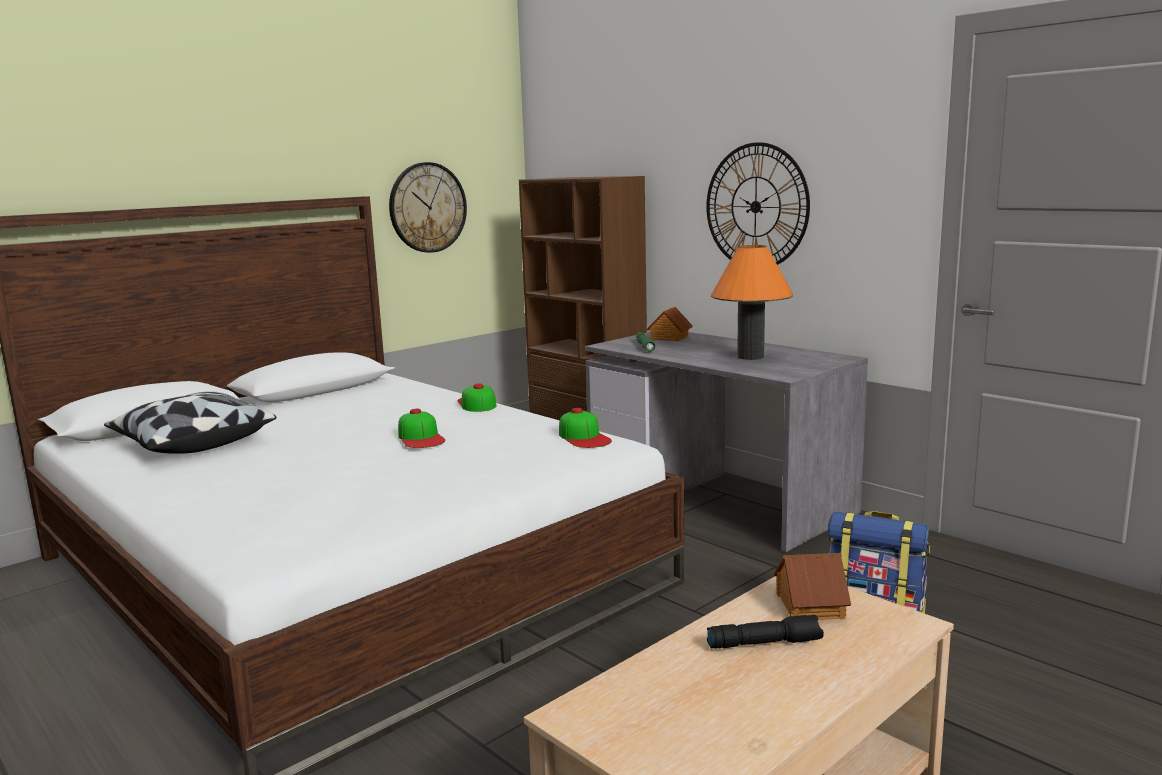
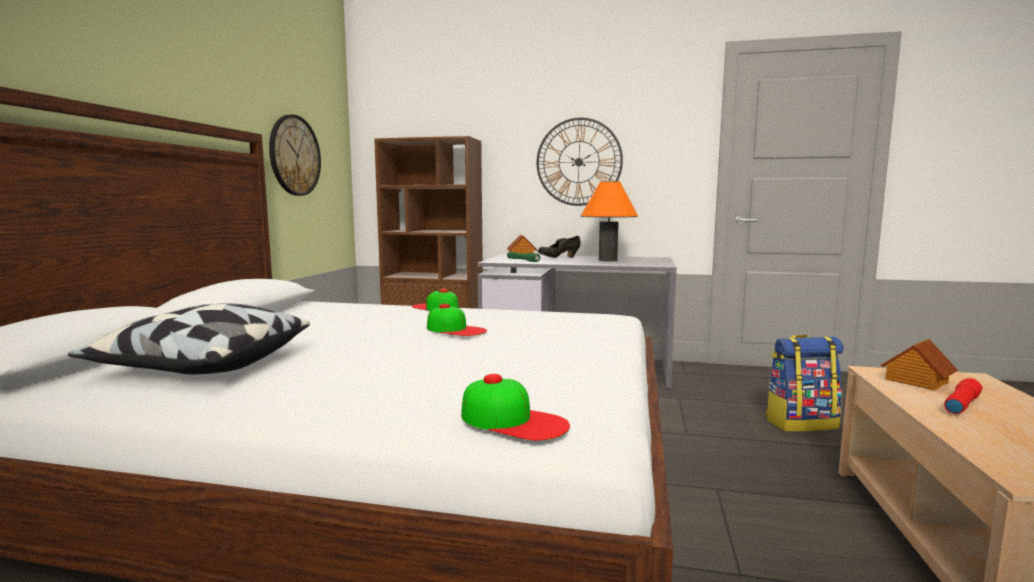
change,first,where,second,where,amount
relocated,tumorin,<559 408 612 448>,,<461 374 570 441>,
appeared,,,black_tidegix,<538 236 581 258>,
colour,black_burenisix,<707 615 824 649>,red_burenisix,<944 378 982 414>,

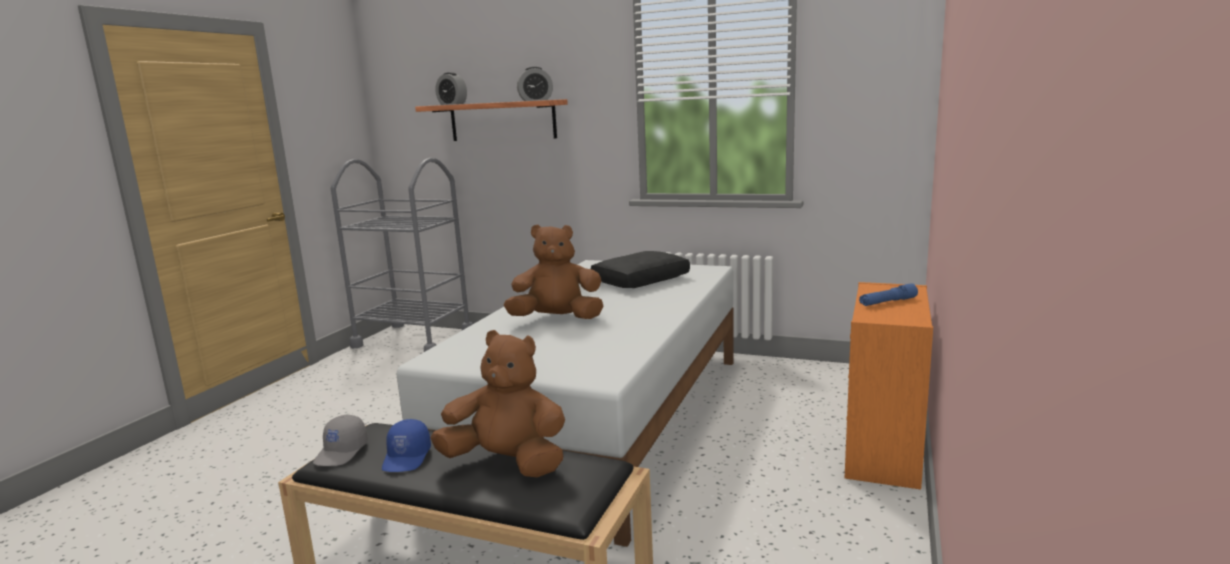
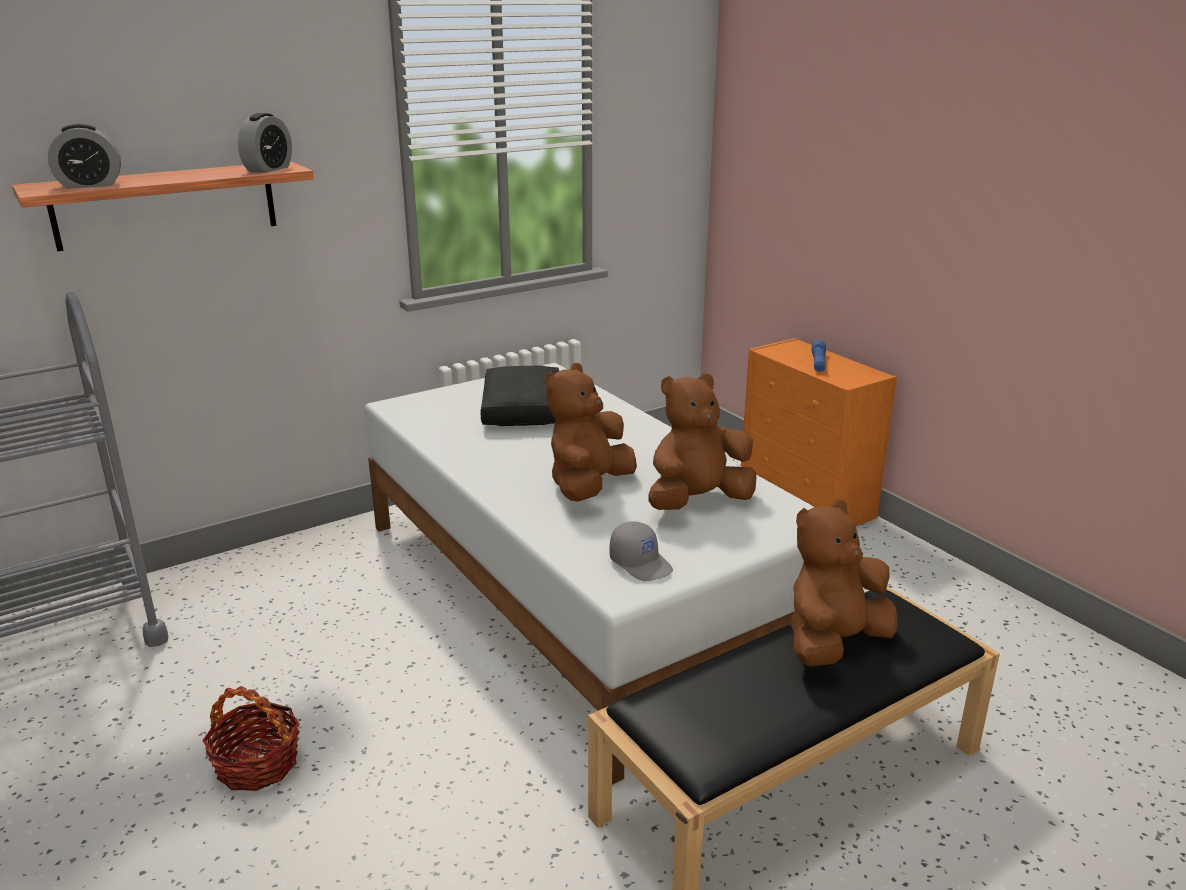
change,first,where,second,where,amount
appeared,,,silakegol,<202 686 300 791>,
relocated,grey_tumorin,<313 415 368 466>,,<609 521 673 581>,
appeared,,,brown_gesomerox,<648 373 756 510>,
missing,blue_tumorin,<382 419 431 472>,,,

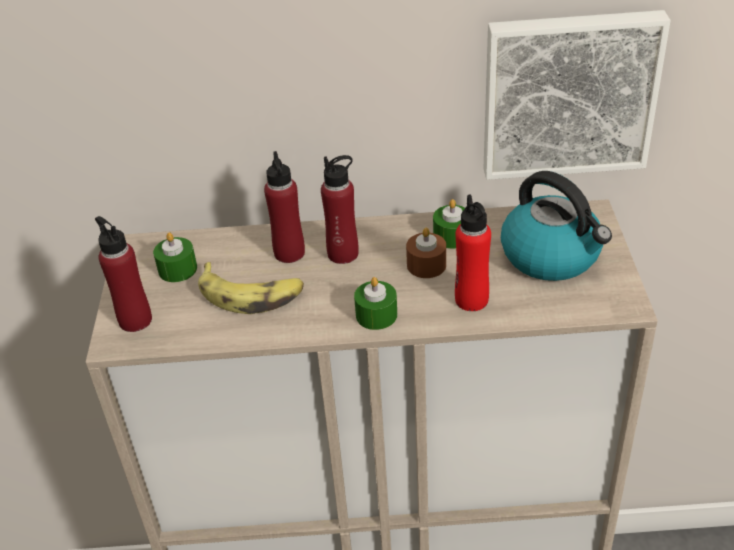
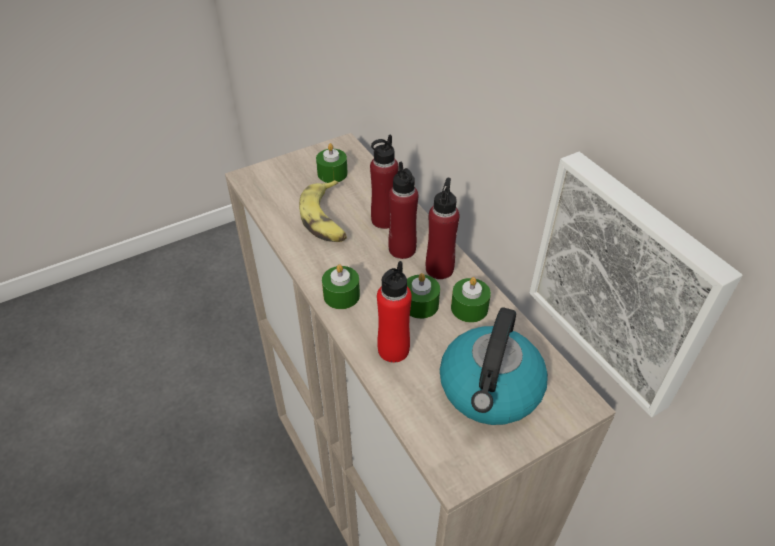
change,first,where,second,where,amount
colour,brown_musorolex,<406 228 446 278>,green_musorolex,<407 273 440 319>,
relocated,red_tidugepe,<95 216 152 332>,,<426 178 460 279>,

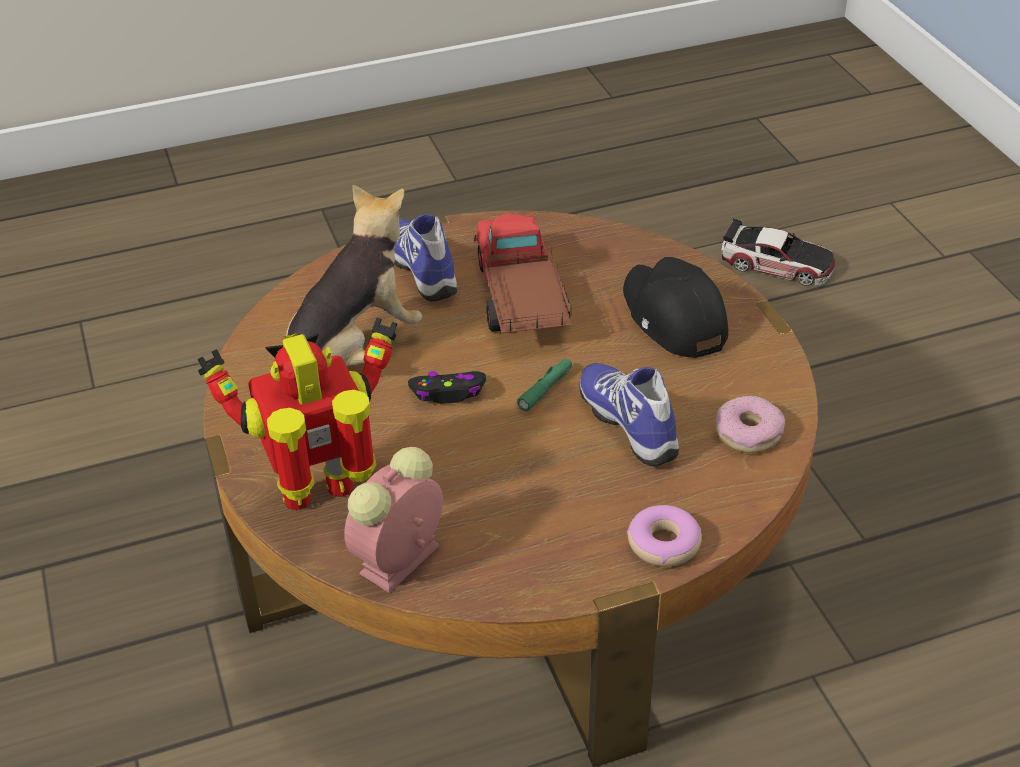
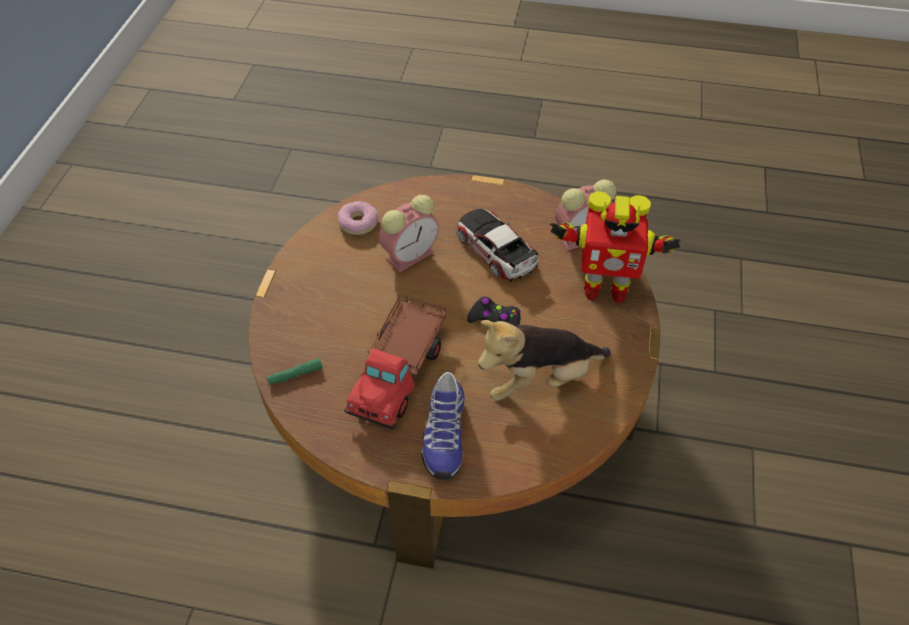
change,first,where,second,where,amount
relocated,green_burenisix,<517 358 572 411>,,<267 358 323 384>,
exchanged,tidegix,<579 363 679 467>,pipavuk,<379 195 439 273>,
relocated,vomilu,<721 219 835 286>,,<456 209 539 282>,
missing,black_tumorin,<623 257 728 358>,,,
missing,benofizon,<627 505 702 567>,,,

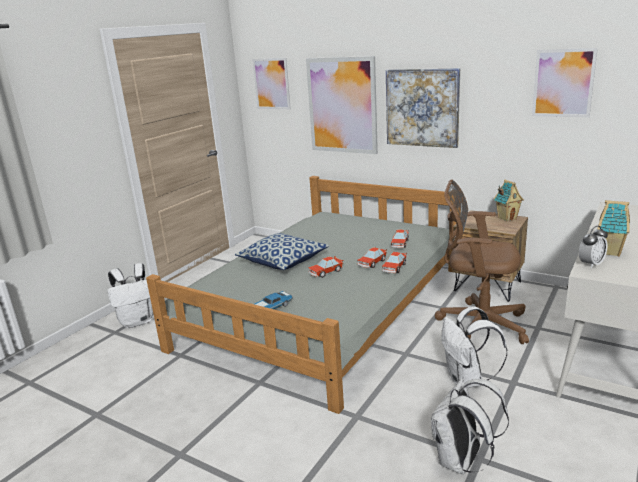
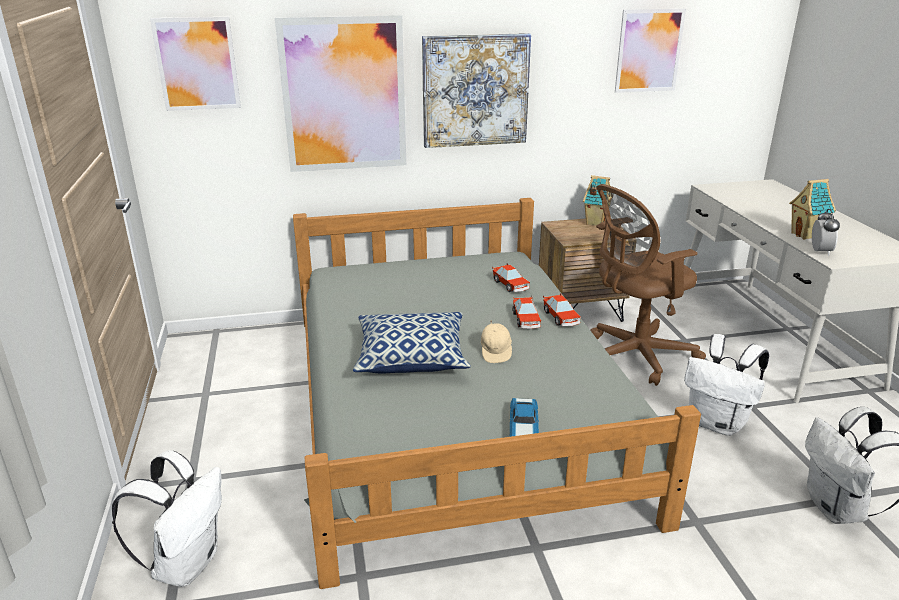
change,first,where,second,where,amount
exchanged,vomilu,<308 256 343 278>,beige_tumorin,<481 320 512 363>,

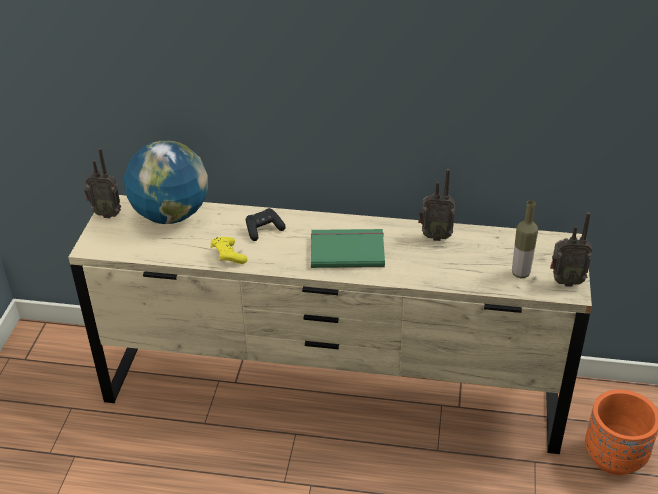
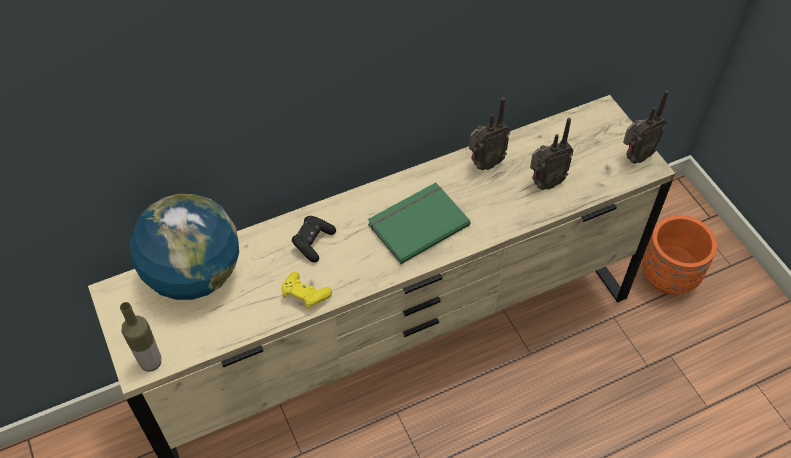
change,first,where,second,where,amount
relocated,tidugepe,<512 200 538 278>,,<120 302 161 372>,
relocated,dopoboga,<84 148 121 218>,,<530 118 573 190>,

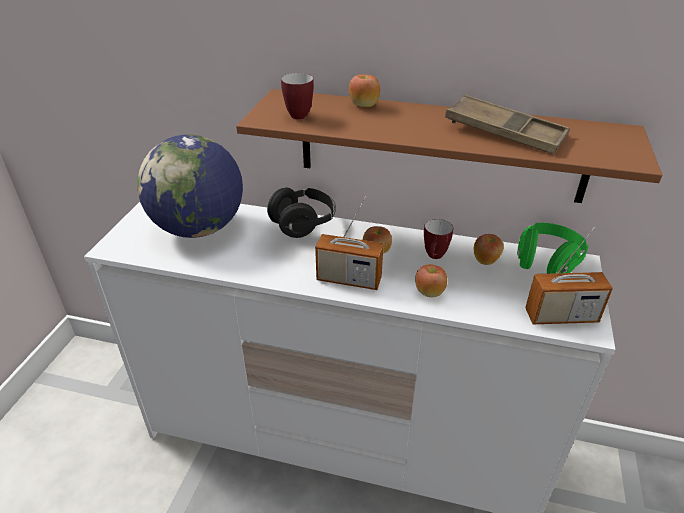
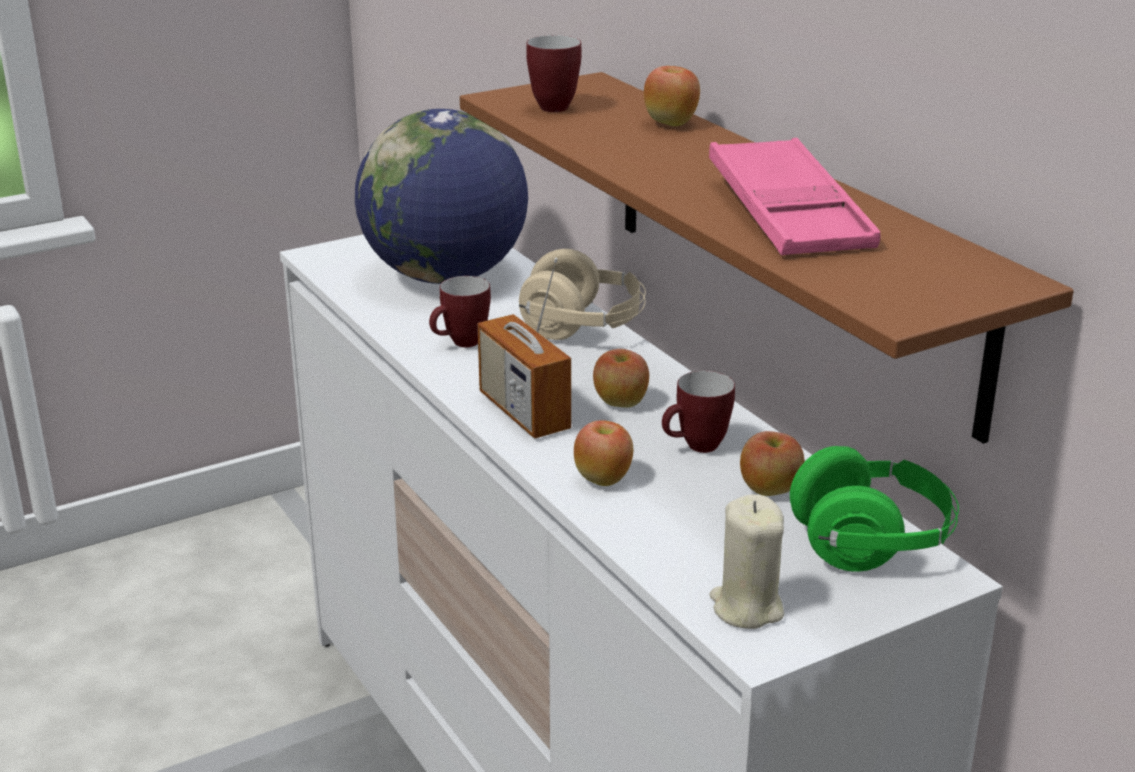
change,first,where,second,where,amount
appeared,,,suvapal,<429 276 491 347>,
colour,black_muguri,<267 187 336 238>,beige_muguri,<519 249 646 340>,
colour,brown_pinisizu,<445 95 570 154>,pink_pinisizu,<709 138 880 255>,
exchanged,dopoboga,<525 227 613 324>,beige_musorolex,<709 495 784 629>,

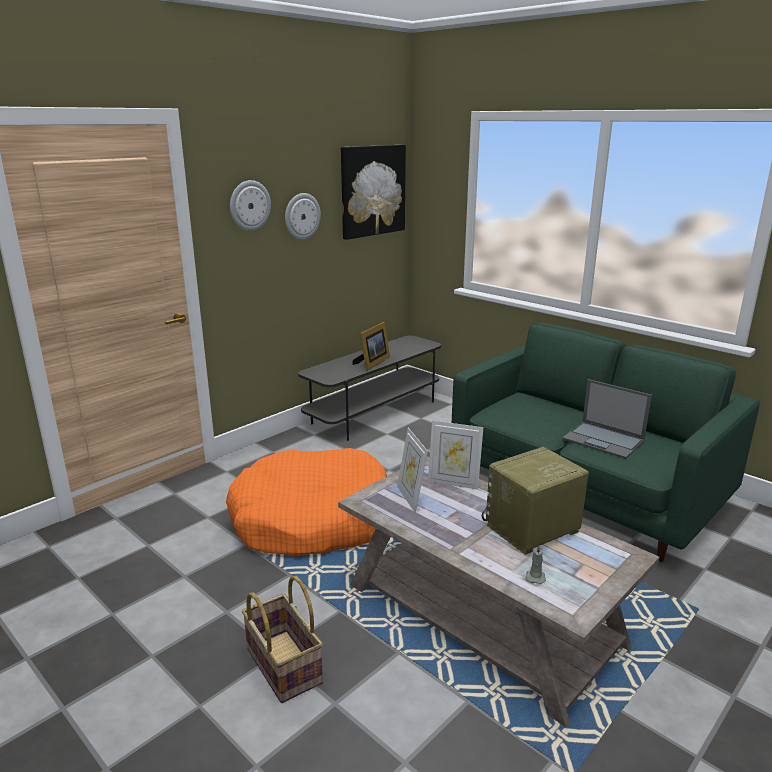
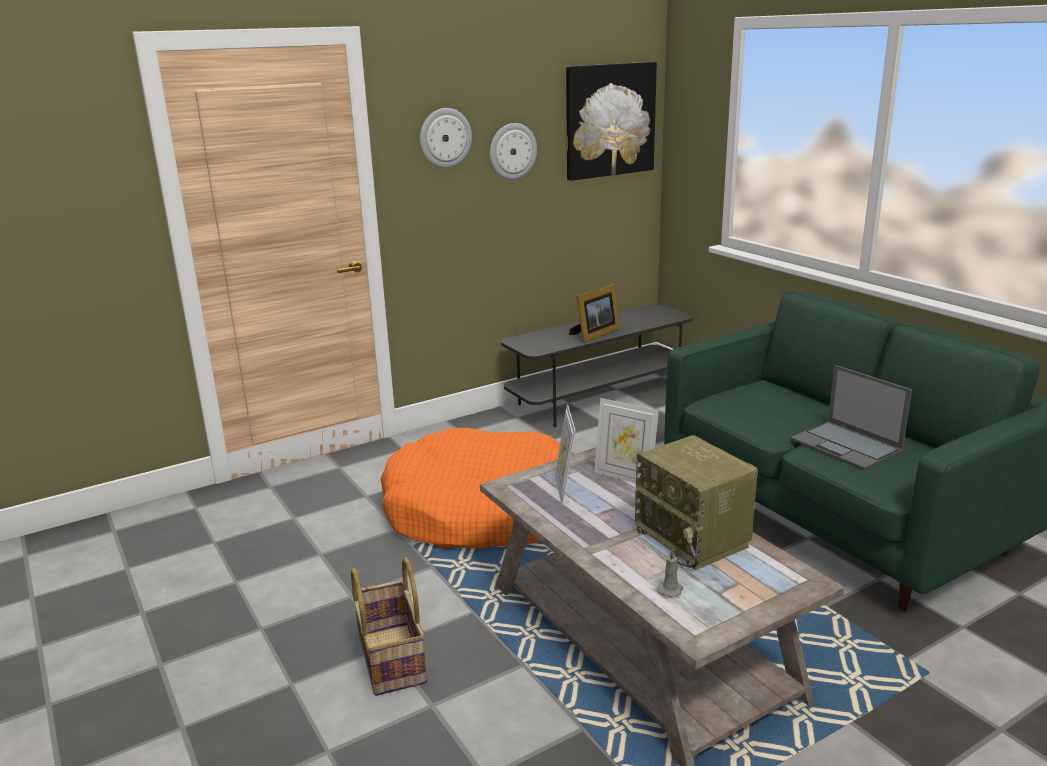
change,first,where,second,where,amount
spun,dopoboga,<482 447 589 555>,,<635 435 758 570>,105 degrees counterclockwise

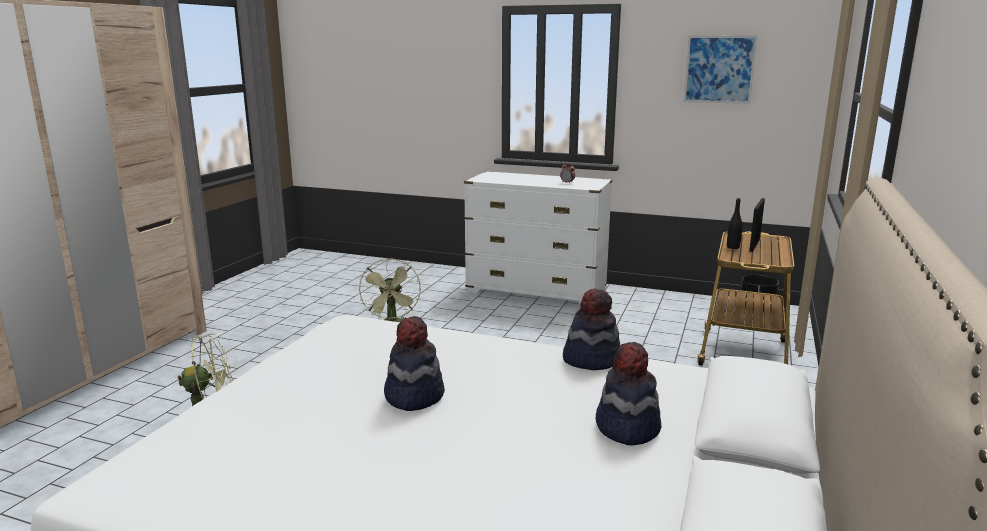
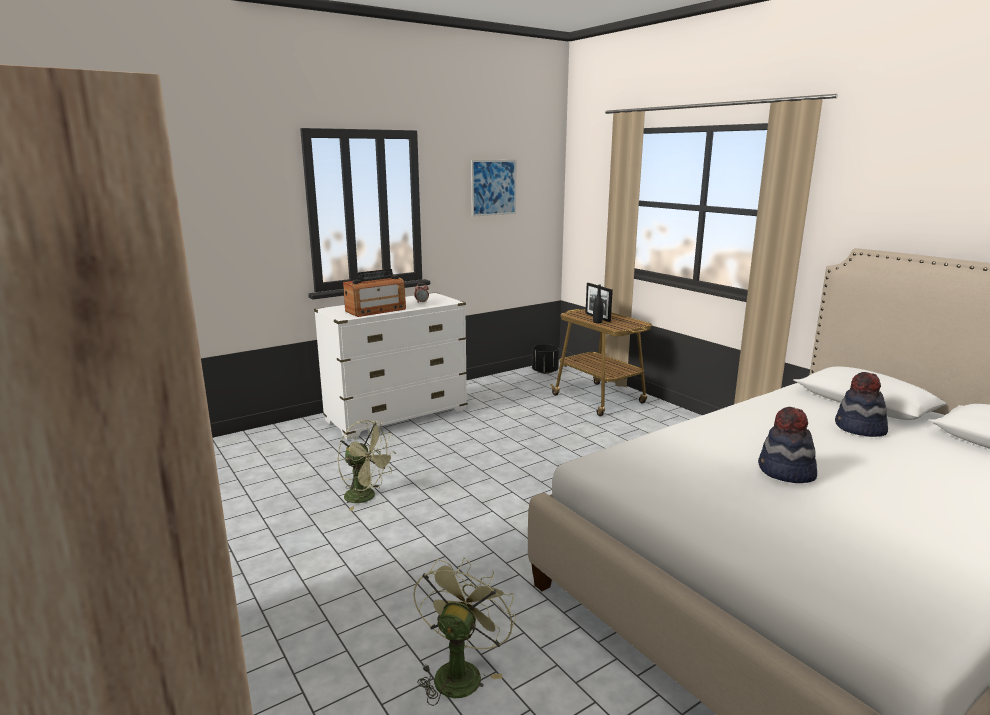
change,first,where,second,where,amount
appeared,,,dopoboga,<343 269 406 317>,
missing,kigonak,<563 289 620 370>,,,

